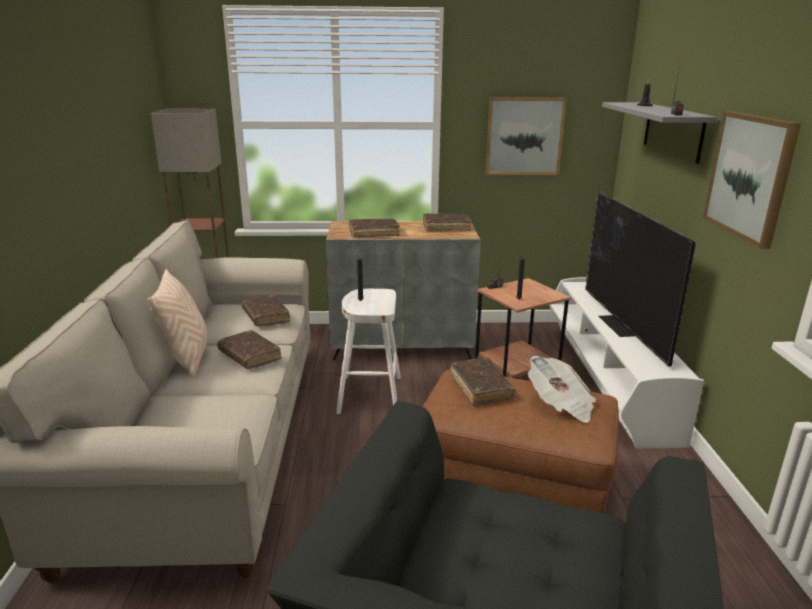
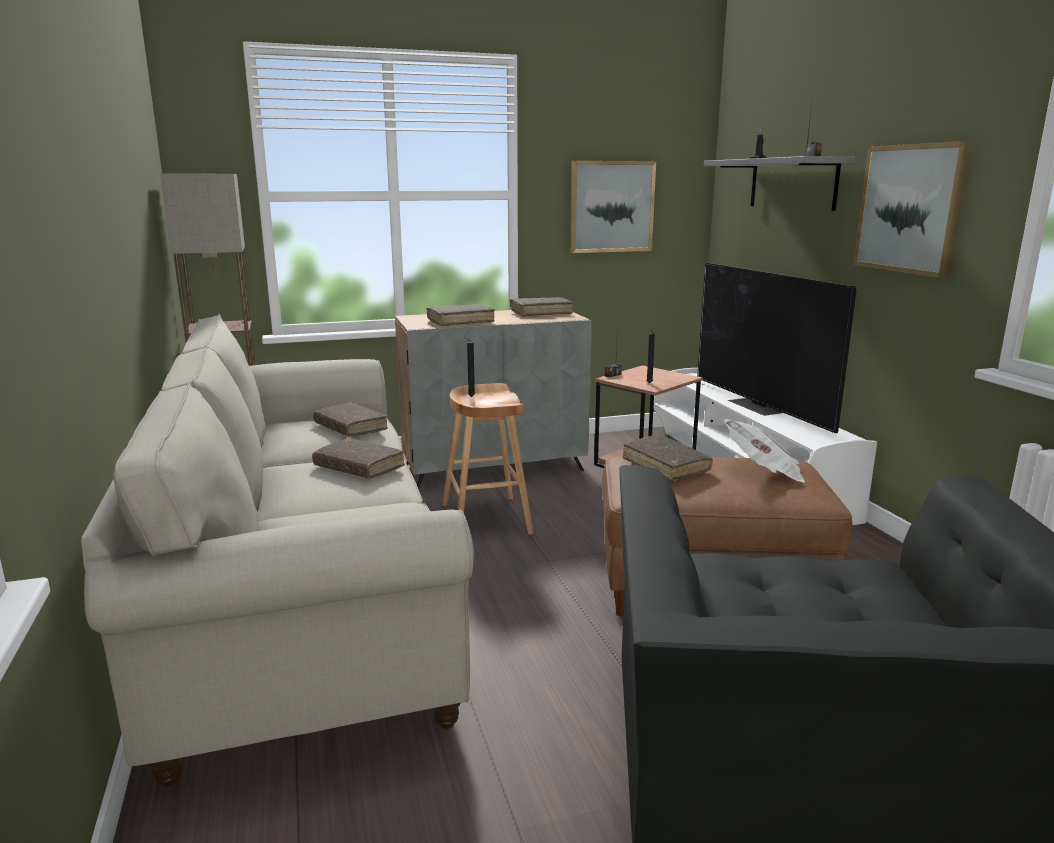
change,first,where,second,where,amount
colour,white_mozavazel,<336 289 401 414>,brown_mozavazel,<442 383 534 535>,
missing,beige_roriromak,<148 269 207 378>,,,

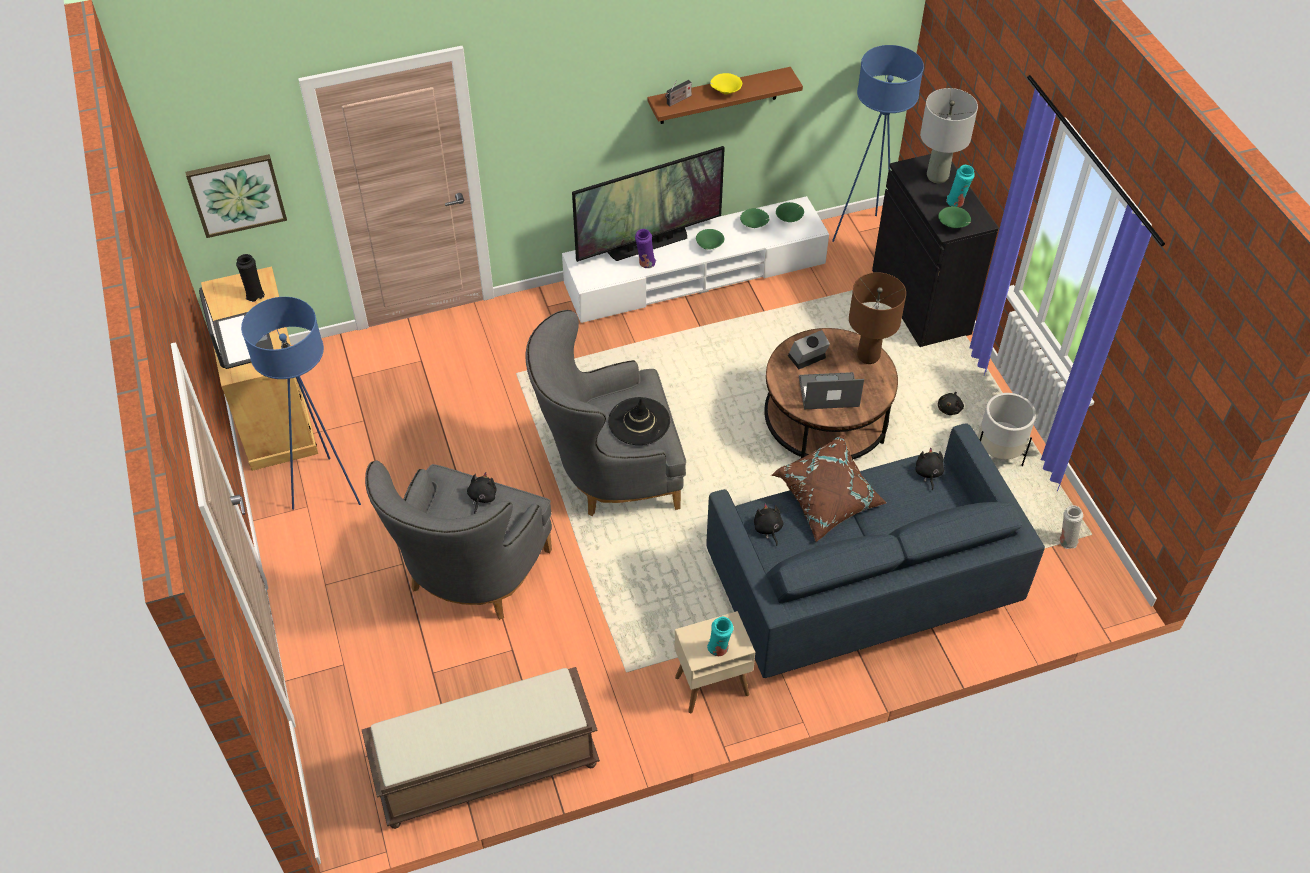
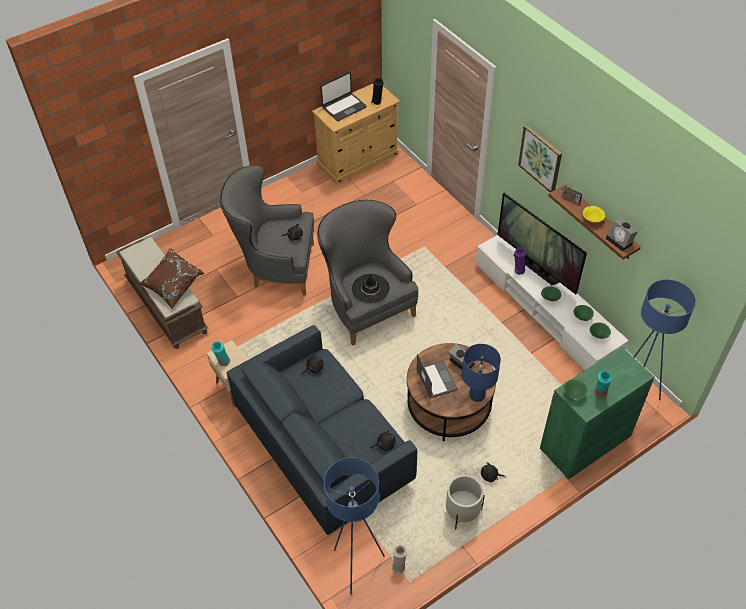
change,first,where,second,where,amount
relocated,brown_roriromak,<771 434 887 542>,,<139 249 204 310>,
relocated,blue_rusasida,<241 297 361 510>,,<324 458 385 594>,
colour,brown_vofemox,<849 272 906 364>,blue_vofemox,<462 344 501 402>,
relocated,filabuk,<185 154 287 238>,,<518 125 562 192>,
colour,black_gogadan,<872 154 998 347>,green_gogadan,<540 347 654 480>,
appeared,,,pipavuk,<606 219 638 252>,
missing,grey_vofemox,<920 88 978 183>,,,

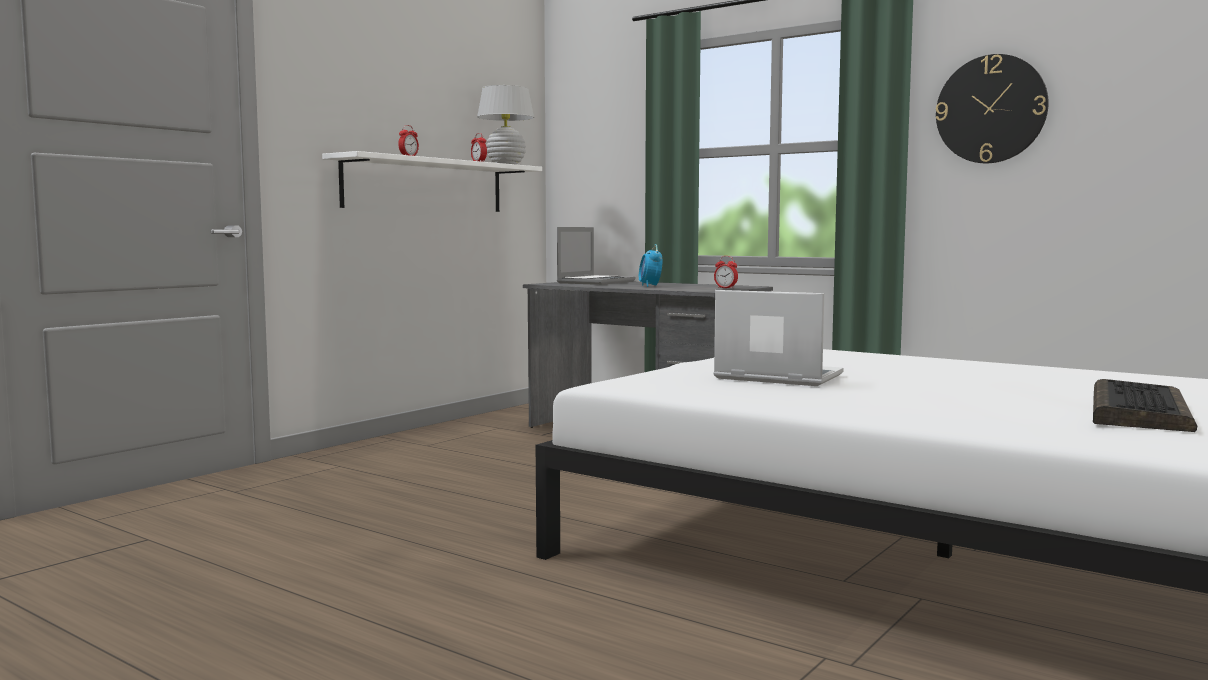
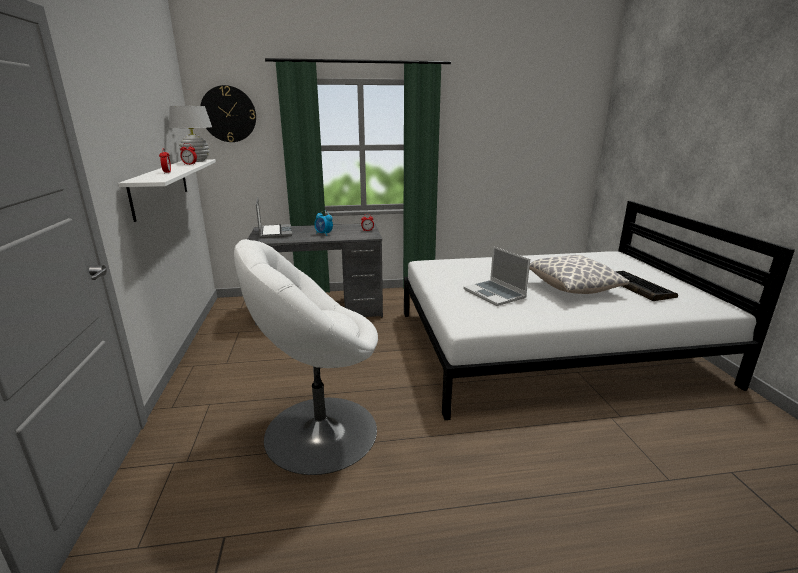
change,first,where,second,where,amount
relocated,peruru,<936 54 1049 163>,,<200 85 256 142>,
appeared,,,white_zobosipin,<234 239 378 475>,
spun,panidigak,<713 290 844 386>,,<463 246 530 306>,105 degrees counterclockwise
appeared,,,roriromak,<529 255 629 294>,

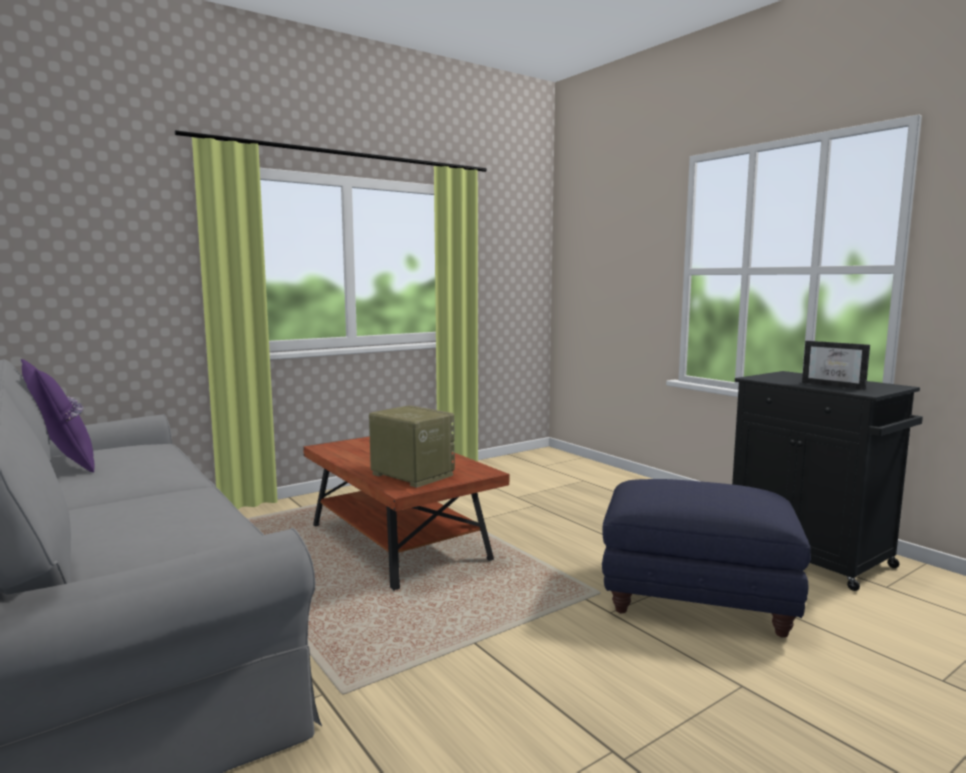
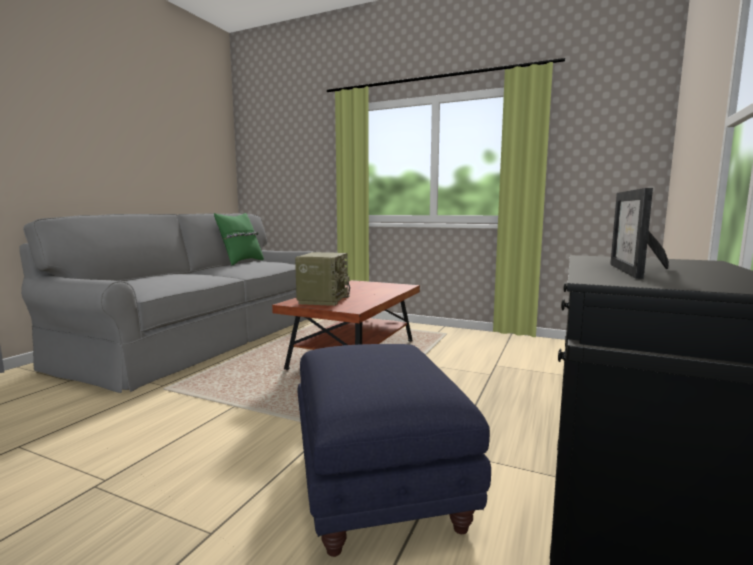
change,first,where,second,where,amount
colour,purple_roriromak,<21 359 95 473>,green_roriromak,<214 213 264 265>,

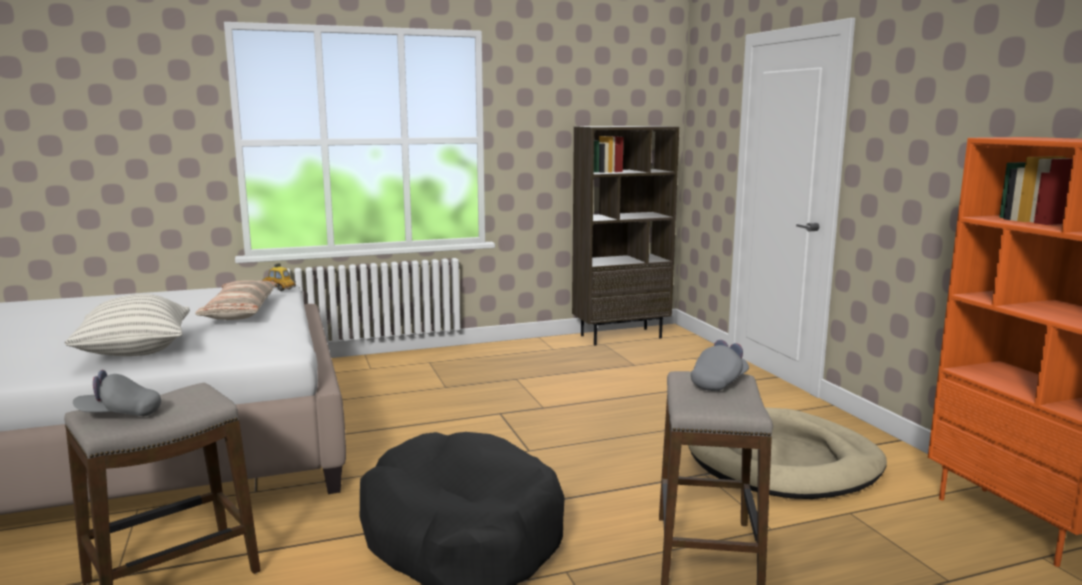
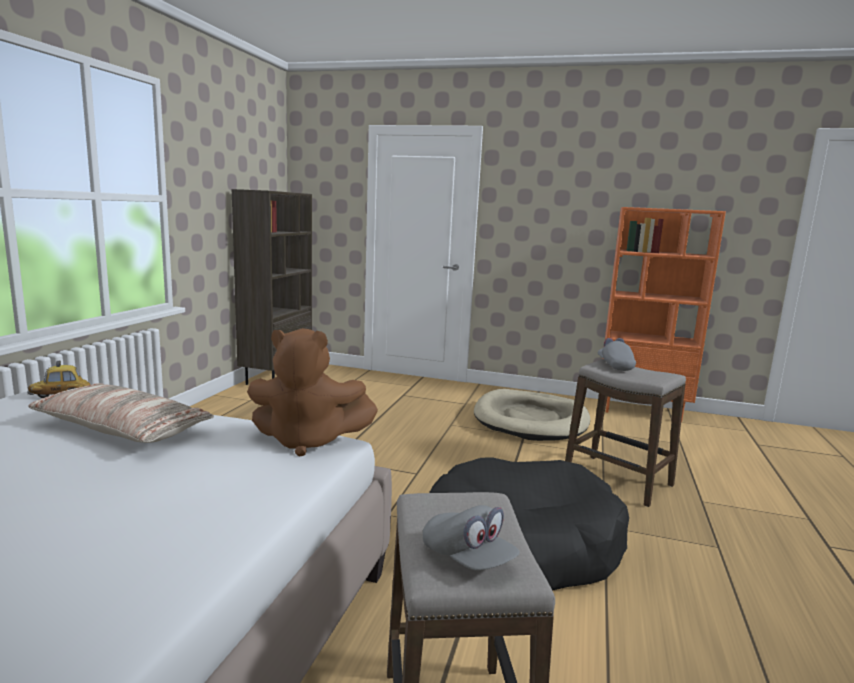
change,first,where,second,where,amount
appeared,,,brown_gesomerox,<247 328 378 456>,
spun,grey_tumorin,<73 370 161 416>,,<423 505 520 570>,60 degrees counterclockwise
missing,roriromak,<65 294 190 356>,,,

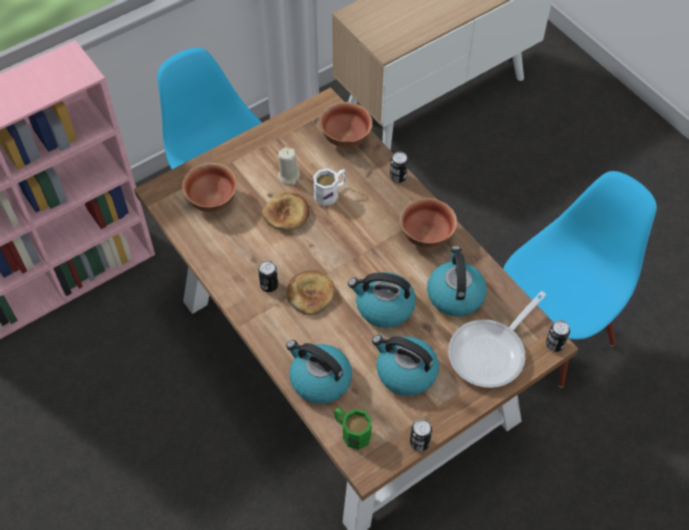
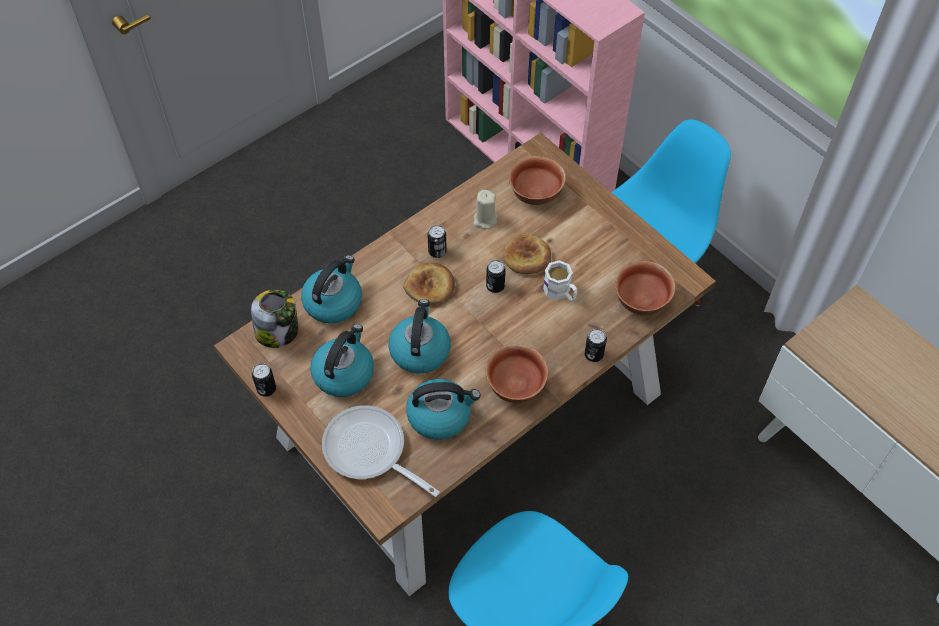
change,first,where,second,where,amount
exchanged,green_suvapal,<334 408 372 450>,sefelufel,<251 290 298 348>,
relocated,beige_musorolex,<278 147 300 185>,,<473 190 498 229>,
relocated,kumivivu,<546 320 570 352>,,<486 260 506 293>,

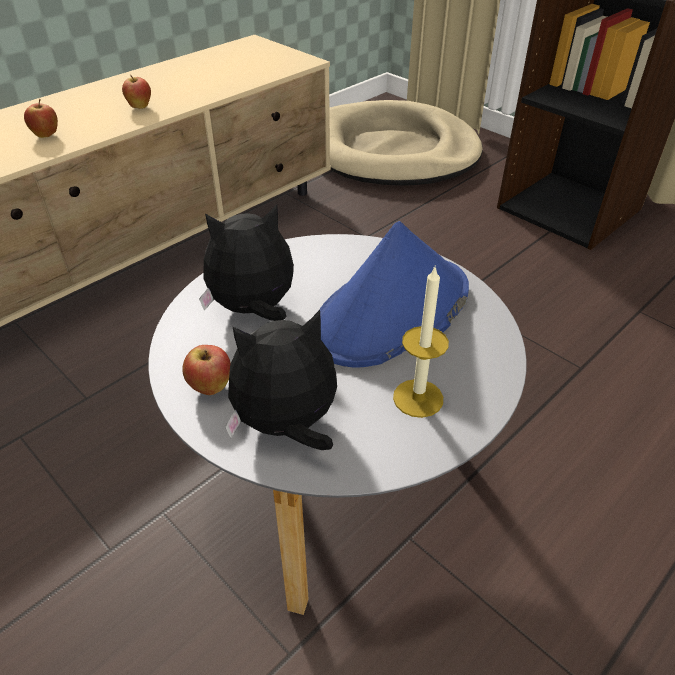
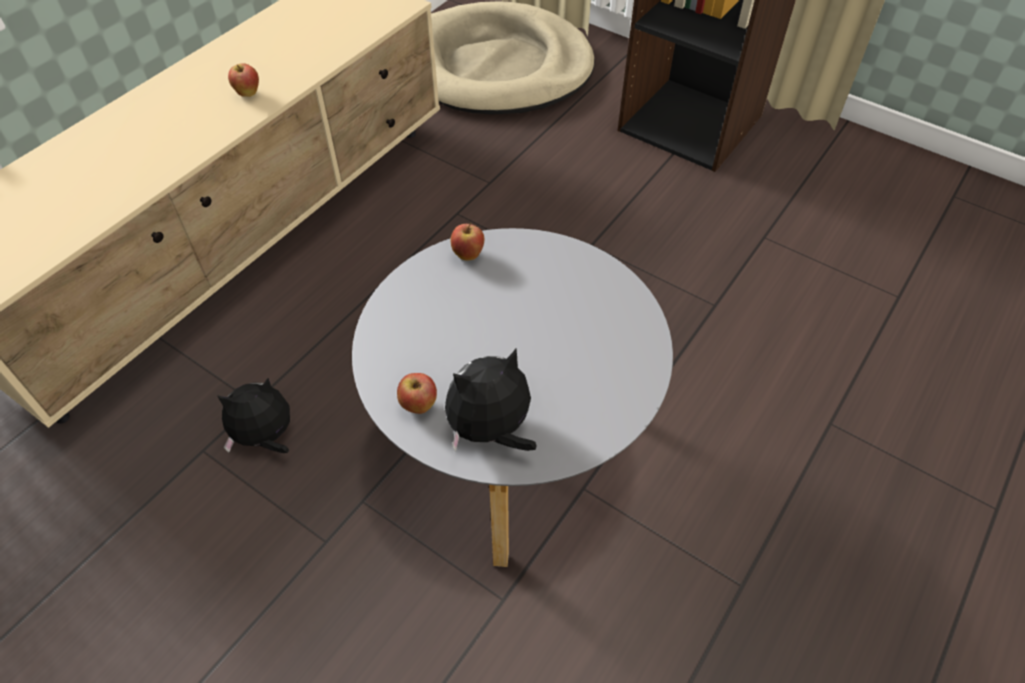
change,first,where,second,where,amount
relocated,gesomerox,<199 204 294 321>,,<217 378 290 453>,
relocated,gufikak,<24 99 58 138>,,<451 223 484 261>,
missing,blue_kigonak,<319 221 469 368>,,,
missing,musorolex,<393 265 449 418>,,,

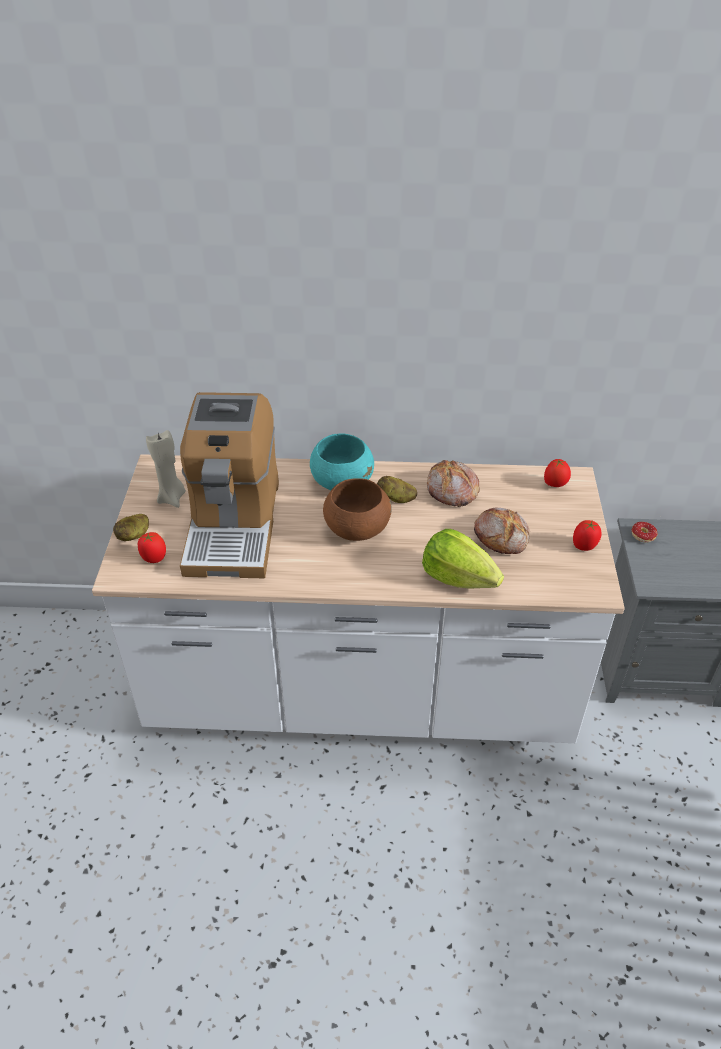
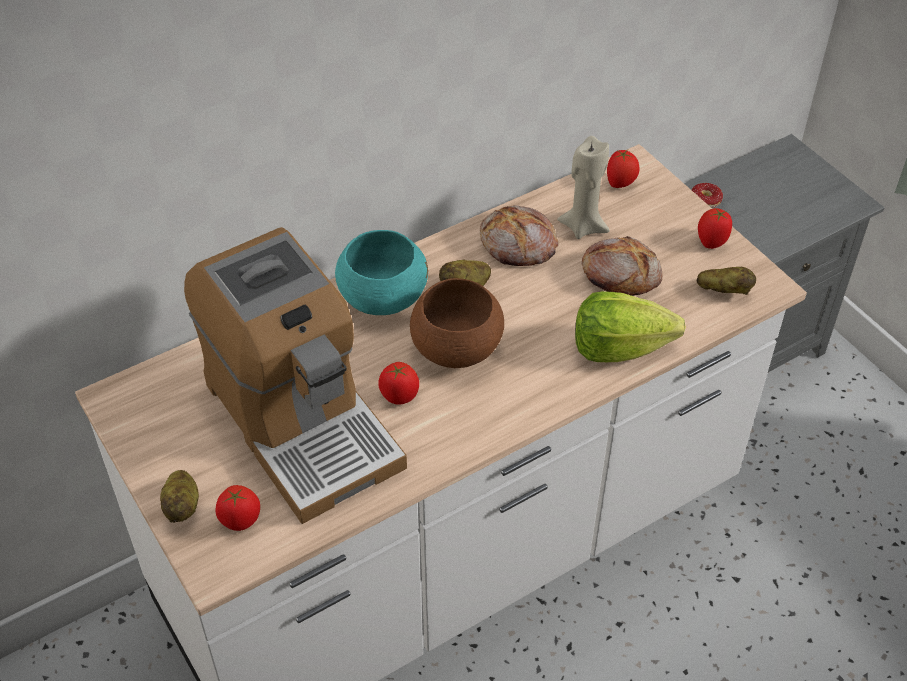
change,first,where,second,where,amount
appeared,,,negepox,<378 362 419 405>,
relocated,beige_musorolex,<146 430 186 508>,,<557 136 610 239>,
appeared,,,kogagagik,<697 267 756 295>,

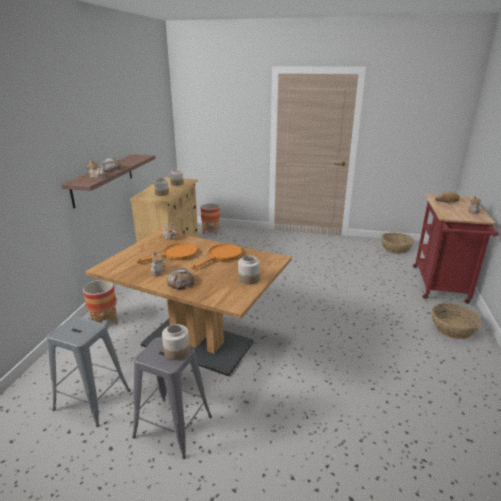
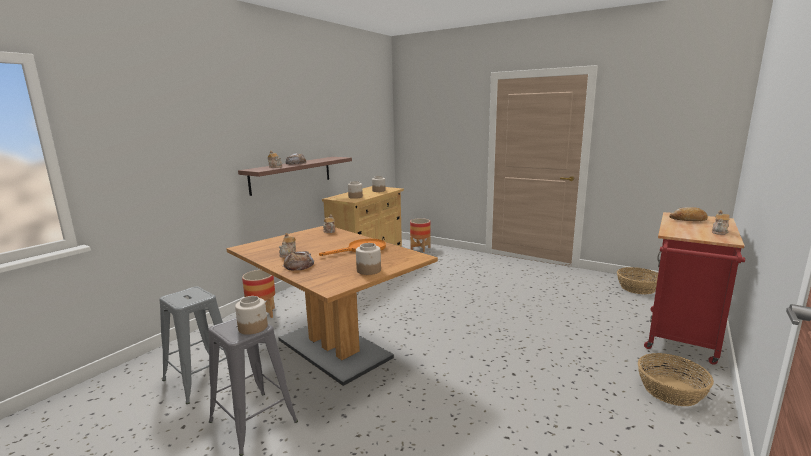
change,first,where,second,where,amount
missing,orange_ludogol,<136 243 197 263>,,,

